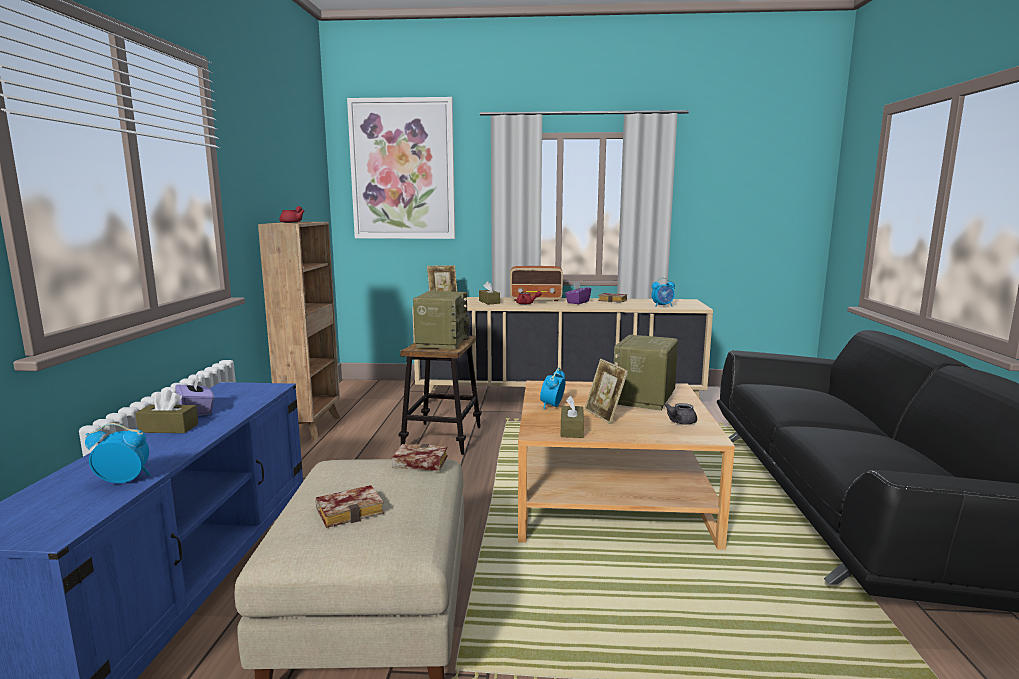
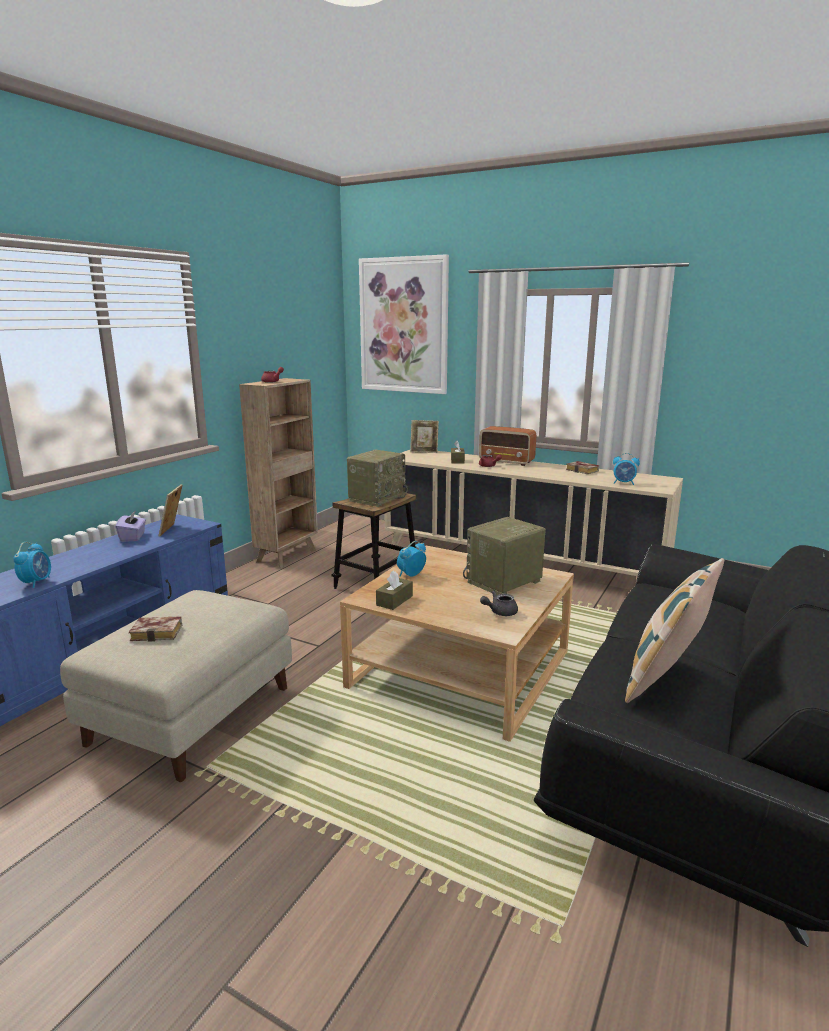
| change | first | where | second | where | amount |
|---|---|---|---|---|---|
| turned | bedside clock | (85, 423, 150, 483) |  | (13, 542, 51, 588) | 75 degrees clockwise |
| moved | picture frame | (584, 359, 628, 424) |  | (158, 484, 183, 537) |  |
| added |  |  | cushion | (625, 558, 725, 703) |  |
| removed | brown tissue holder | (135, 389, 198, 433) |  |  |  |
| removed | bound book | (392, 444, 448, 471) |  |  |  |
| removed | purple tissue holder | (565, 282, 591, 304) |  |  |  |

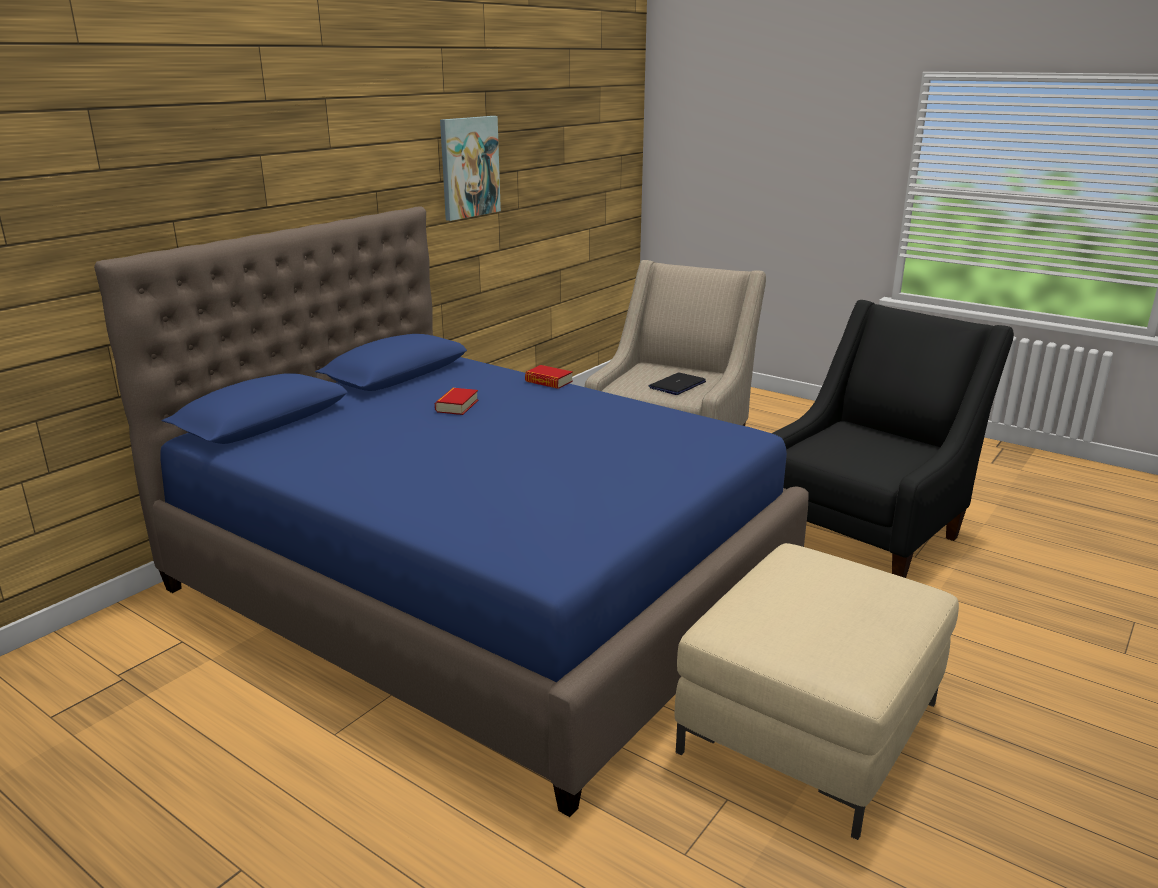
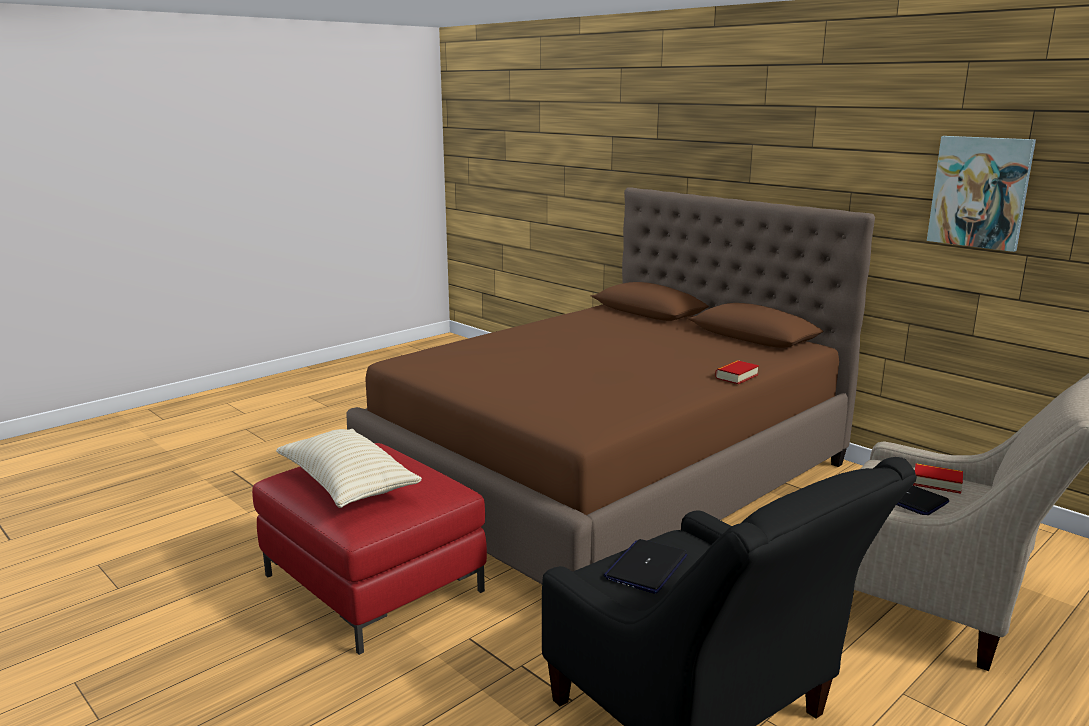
| change | first | where | second | where | amount |
|---|---|---|---|---|---|
| recoloured | beige-coloured footrest | (675, 543, 959, 840) | red footrest | (252, 443, 487, 655) |  |
| added |  |  | beige-coloured cushion | (276, 429, 422, 508) |  |
| recoloured | bluish bed | (94, 206, 809, 817) | brown bed | (346, 187, 875, 584) |  |
| added |  |  | portable computer | (604, 539, 688, 593) |  |
| moved | bound book | (435, 388, 478, 415) |  | (913, 463, 963, 494) |  |

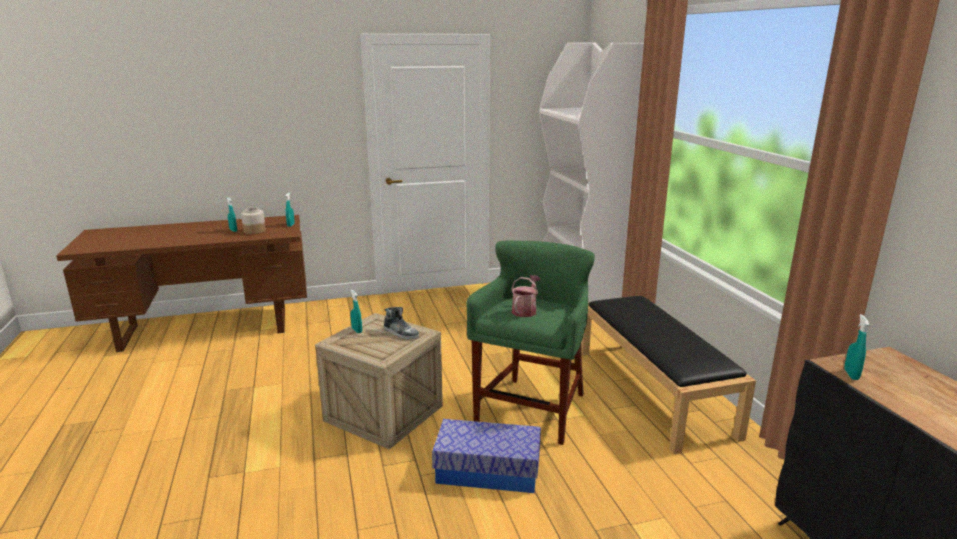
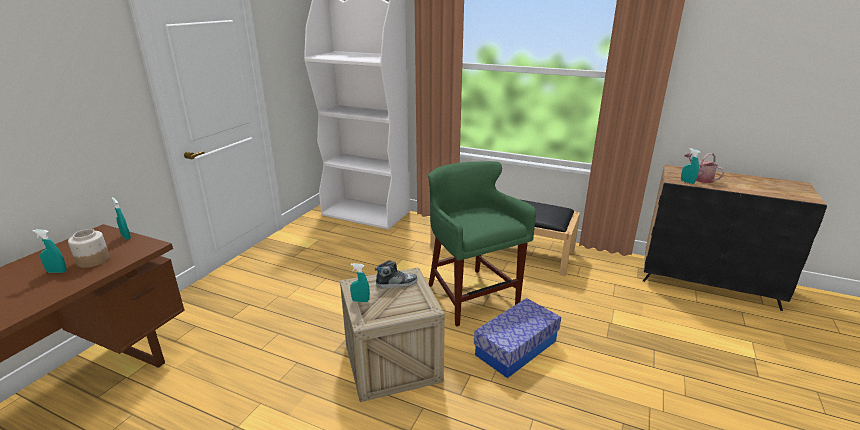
| change | first | where | second | where | amount |
|---|---|---|---|---|---|
| moved | watering can | (511, 275, 541, 317) |  | (685, 153, 724, 183) |  |

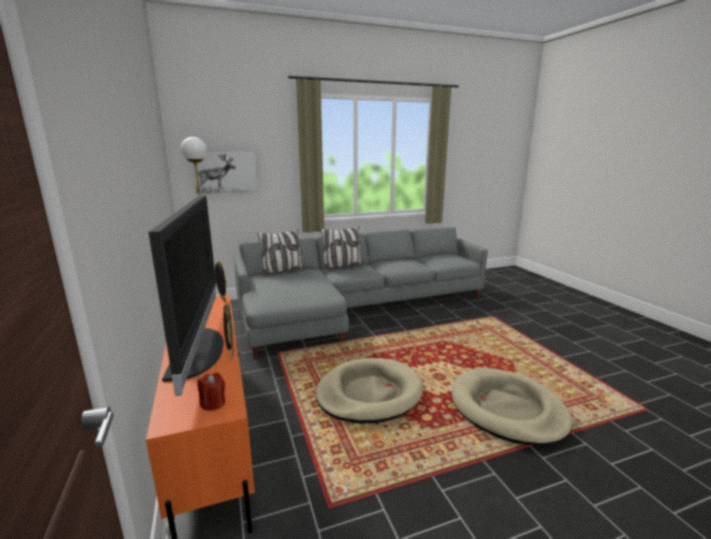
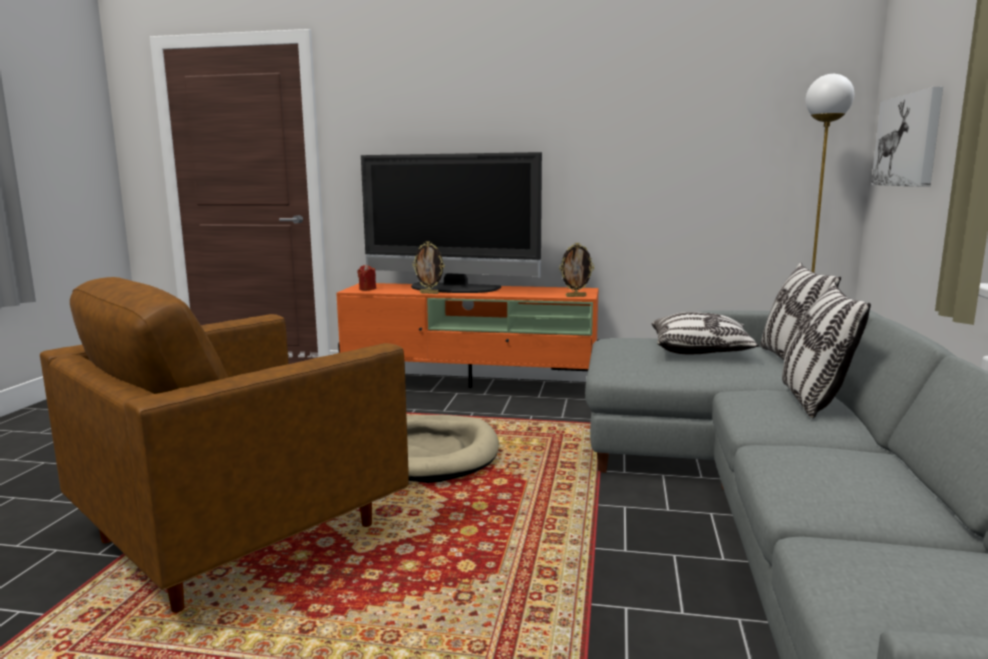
| change | first | where | second | where | amount |
|---|---|---|---|---|---|
| replaced | beige-coloured dog bed | (452, 368, 573, 446) | brown lounge chair | (40, 277, 409, 613) |  |
| added |  |  | cushion | (652, 312, 759, 354) |  |

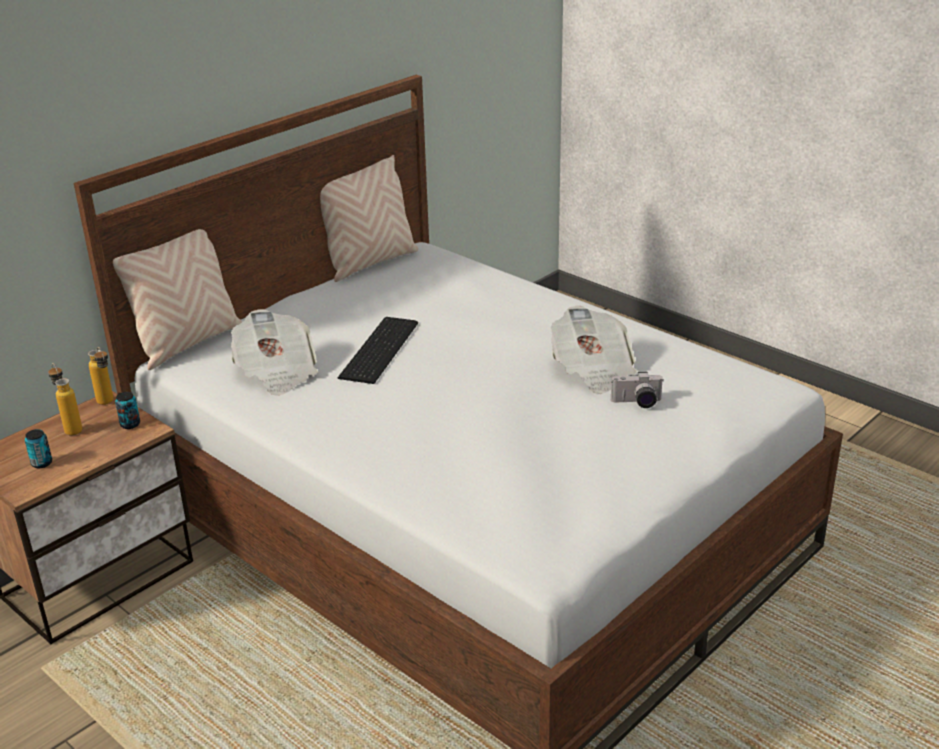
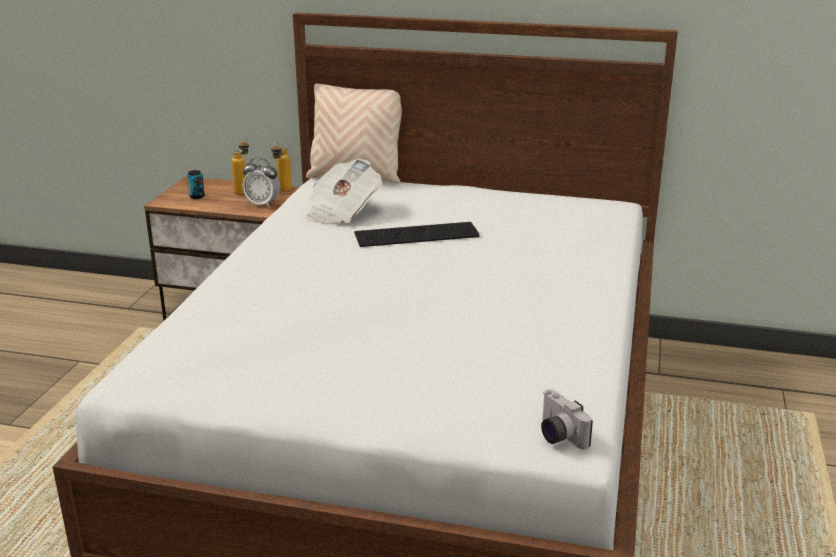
| change | first | where | second | where | amount |
|---|---|---|---|---|---|
| replaced | can | (115, 392, 140, 429) | bedside clock | (243, 158, 280, 207) |  |
| moved | photo camera | (611, 372, 664, 408) |  | (541, 389, 593, 449) |  |
| removed | beige-coloured cushion | (320, 155, 418, 282) |  |  |  |
| removed | daily paper | (551, 306, 637, 394) |  |  |  |

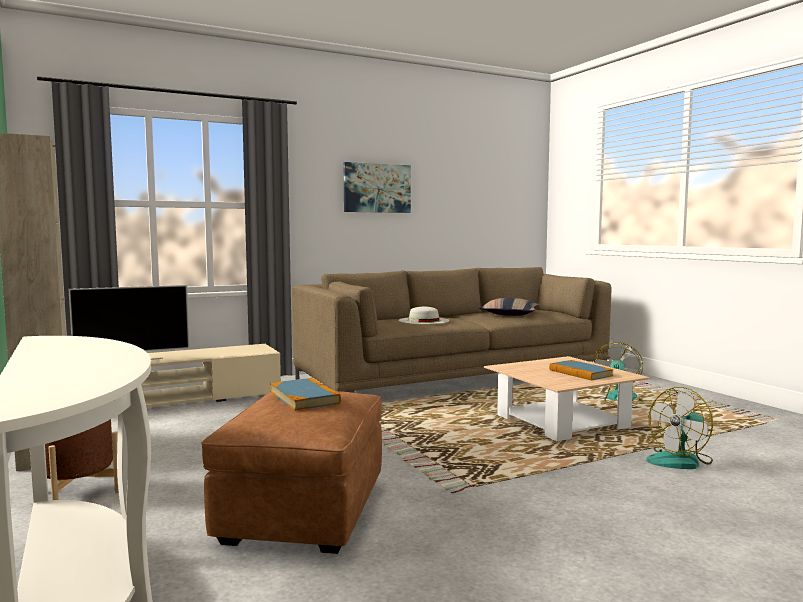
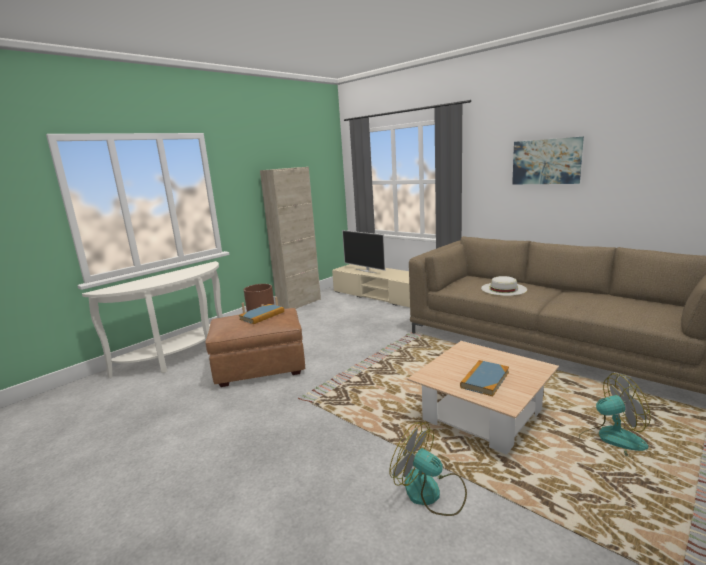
| change | first | where | second | where | amount |
|---|---|---|---|---|---|
| removed | cushion | (479, 298, 539, 316) |  |  |  |

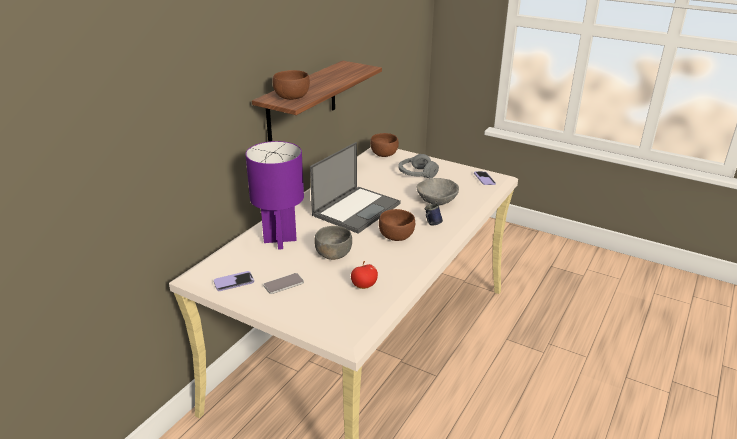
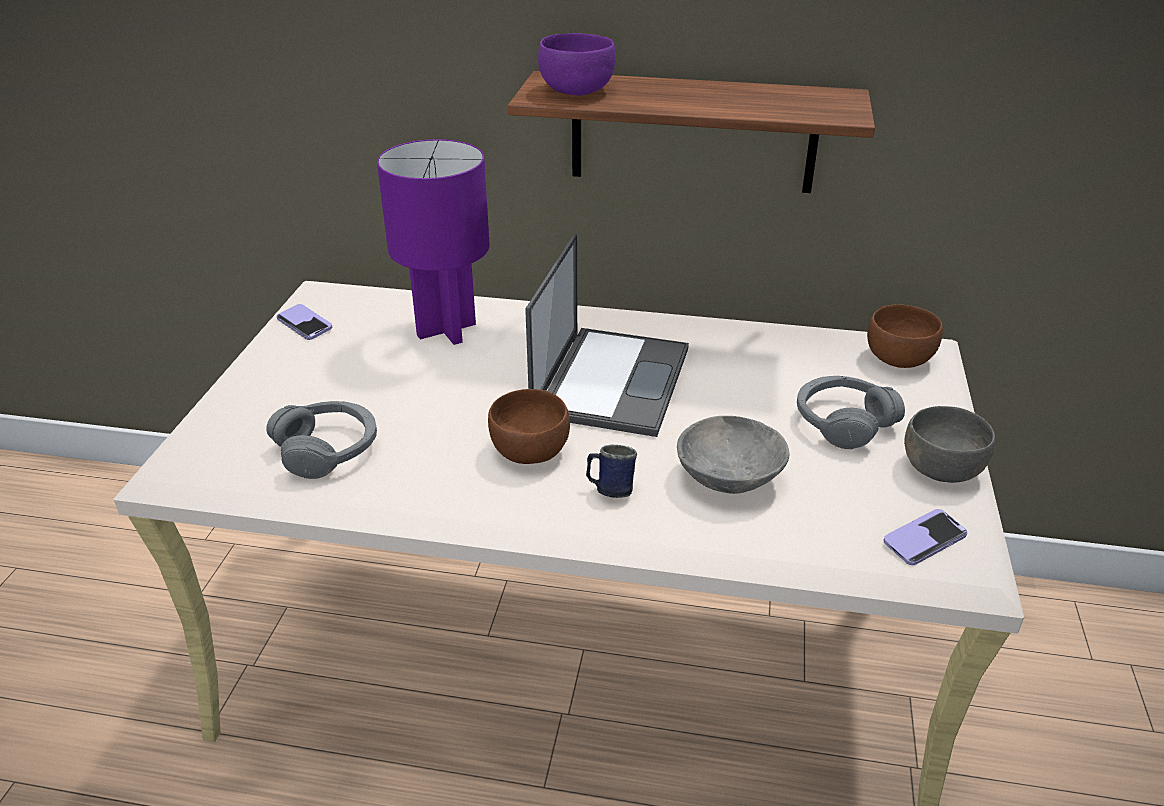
| change | first | where | second | where | amount |
|---|---|---|---|---|---|
| replaced | apple | (351, 261, 378, 289) | greyish headset | (266, 401, 377, 479) |  |
| turned | portable computer | (310, 142, 401, 233) |  | (525, 233, 689, 437) | 90 degrees counterclockwise |
| recoloured | brown deep dish | (272, 70, 310, 100) | purple deep dish | (538, 33, 616, 96) |  |
| moved | greyish deep dish | (314, 226, 352, 260) |  | (904, 406, 995, 483) |  |
| removed | telephone | (263, 273, 304, 294) |  |  |  |

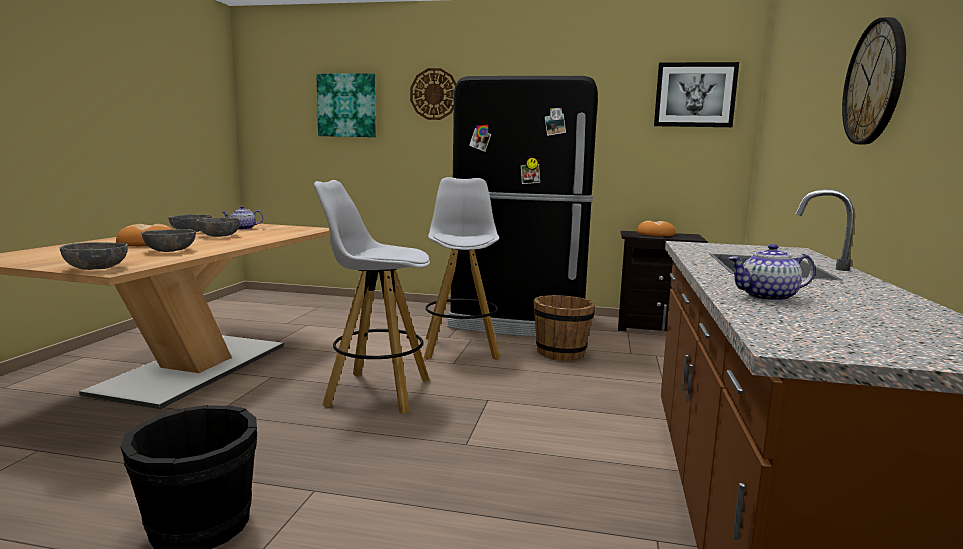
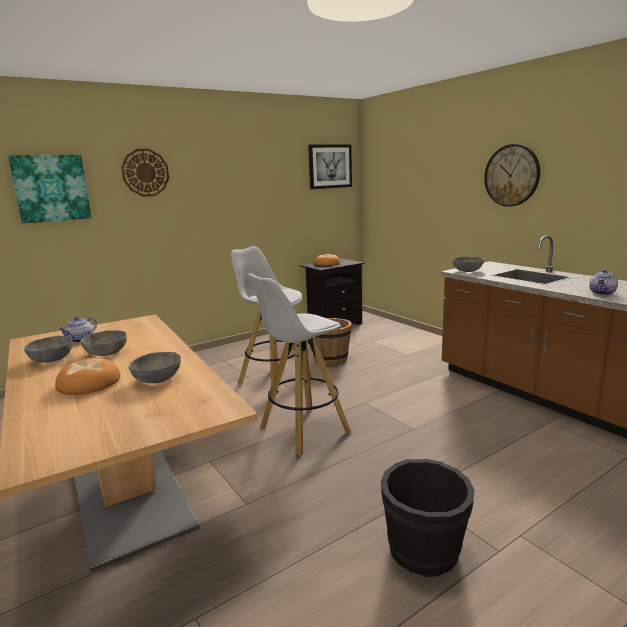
| change | first | where | second | where | amount |
|---|---|---|---|---|---|
| moved | greyish deep dish | (60, 242, 128, 270) |  | (452, 256, 484, 272) |  |
| removed | black refrigerator | (447, 76, 598, 337) |  |  |  |

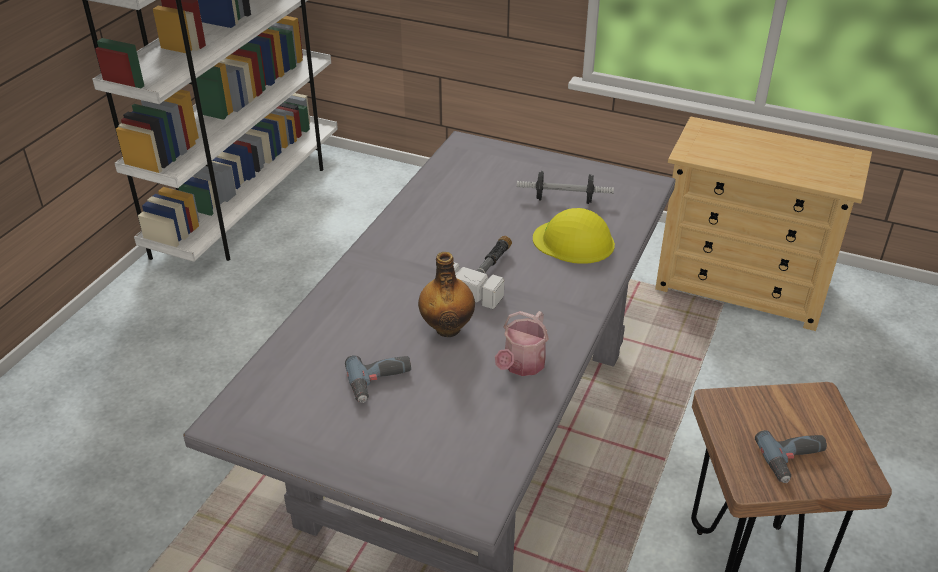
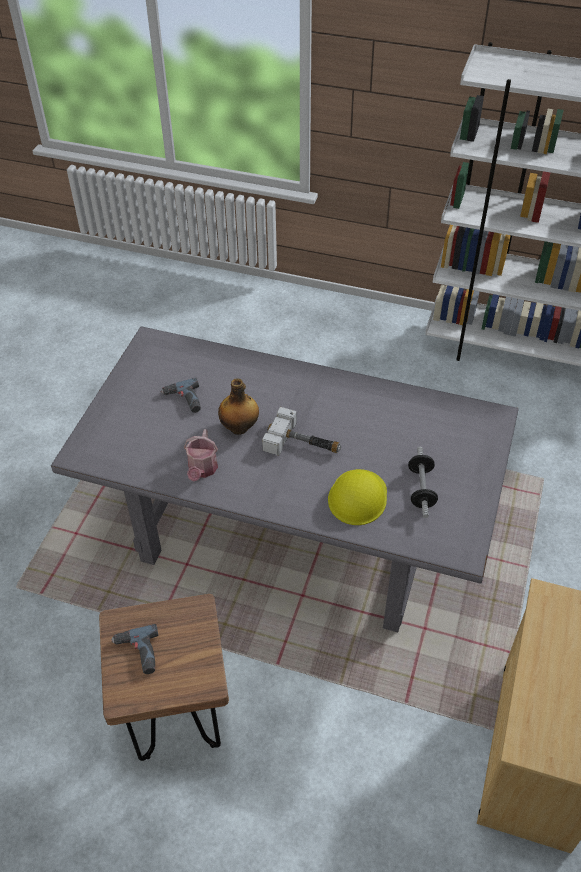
| change | first | where | second | where | amount |
|---|---|---|---|---|---|
| turned | watering can | (495, 311, 549, 376) |  | (184, 429, 218, 482) | 105 degrees counterclockwise |

